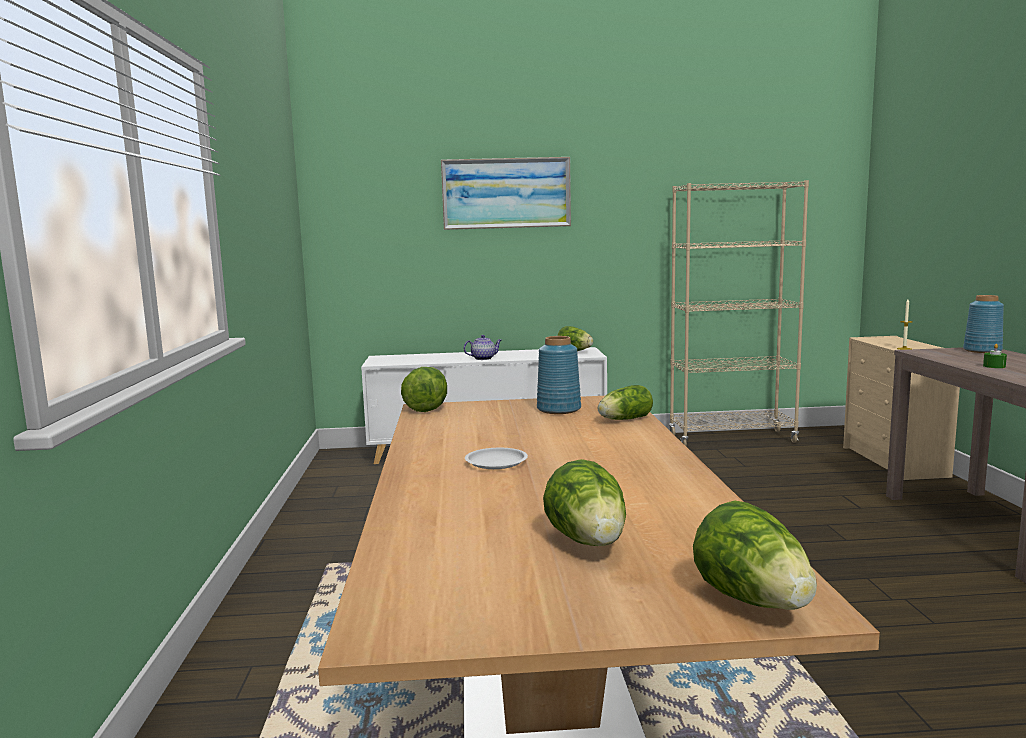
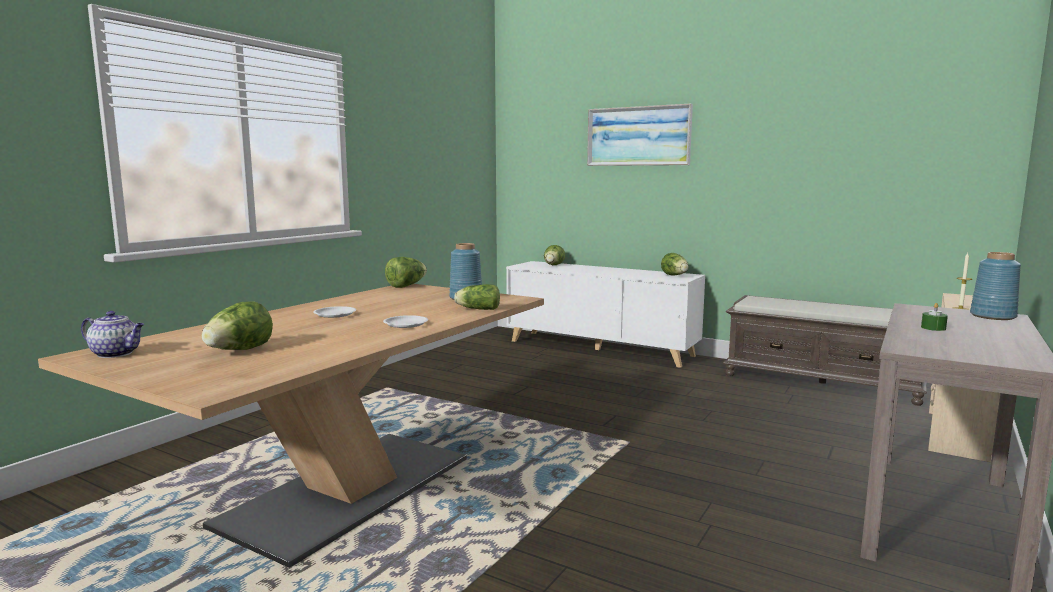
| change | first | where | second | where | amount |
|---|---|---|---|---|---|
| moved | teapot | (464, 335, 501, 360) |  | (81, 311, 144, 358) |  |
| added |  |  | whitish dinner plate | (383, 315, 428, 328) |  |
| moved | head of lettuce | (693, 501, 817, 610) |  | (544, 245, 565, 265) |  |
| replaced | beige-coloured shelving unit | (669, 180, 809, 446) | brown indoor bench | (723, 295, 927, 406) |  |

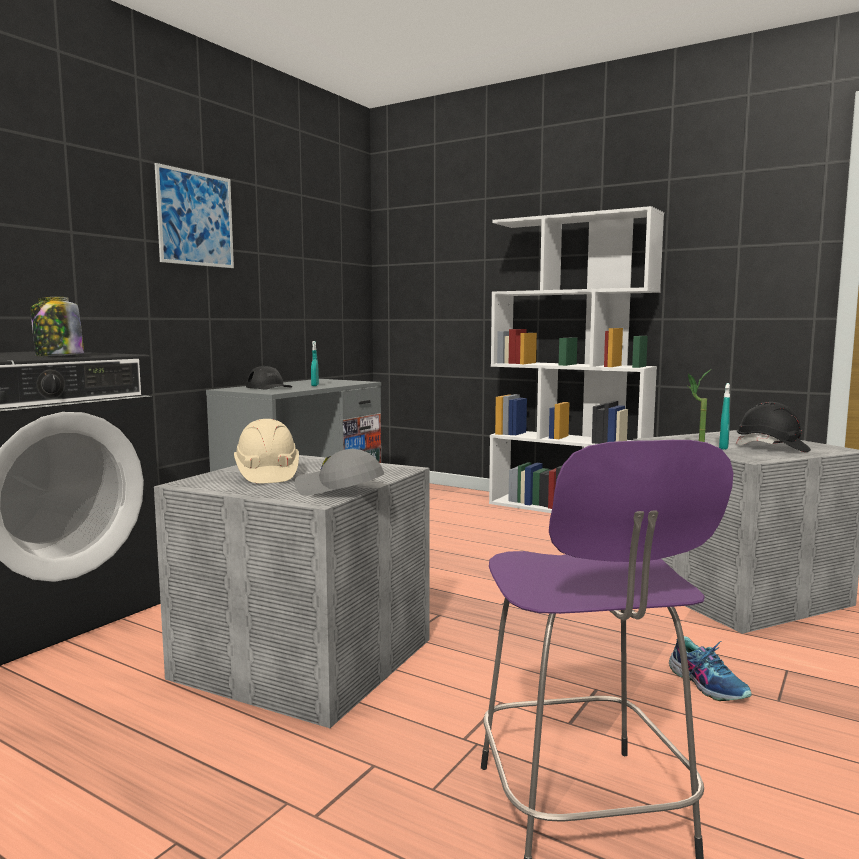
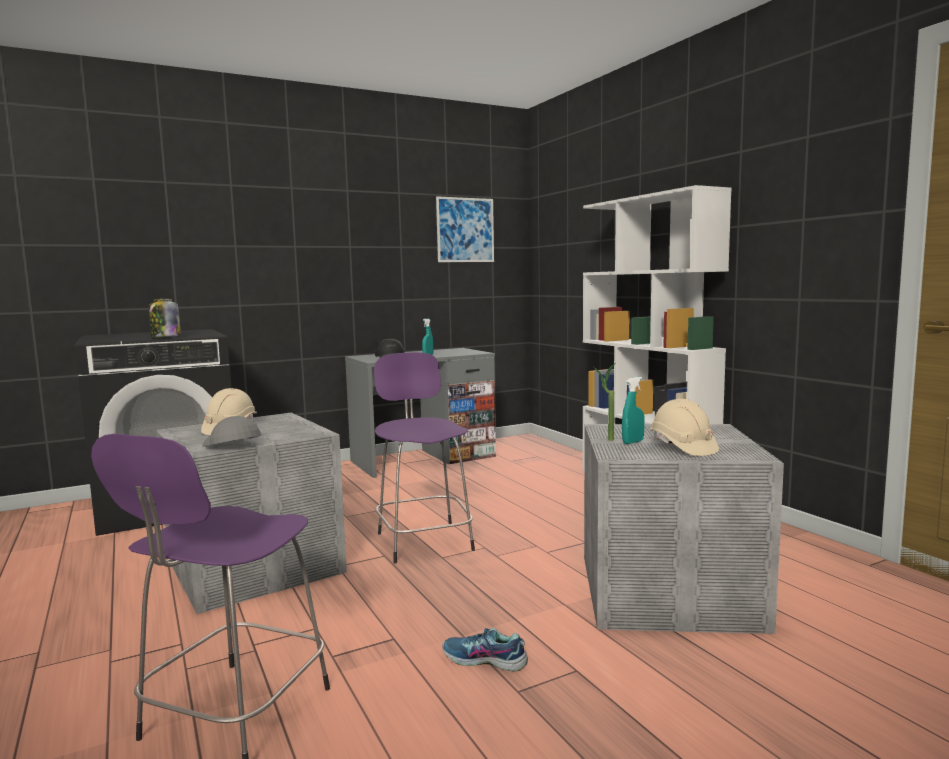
| change | first | where | second | where | amount |
|---|---|---|---|---|---|
| added |  |  | purple sitting stool | (374, 352, 475, 563) |  |
| moved | wall picture | (155, 163, 234, 268) |  | (436, 196, 494, 262) |  |
| turned | low shoe | (669, 636, 752, 701) |  | (442, 628, 528, 672) | 105 degrees clockwise |
| recoloured | black safety helmet | (736, 402, 811, 452) | beige-coloured safety helmet | (650, 399, 719, 456) |  |

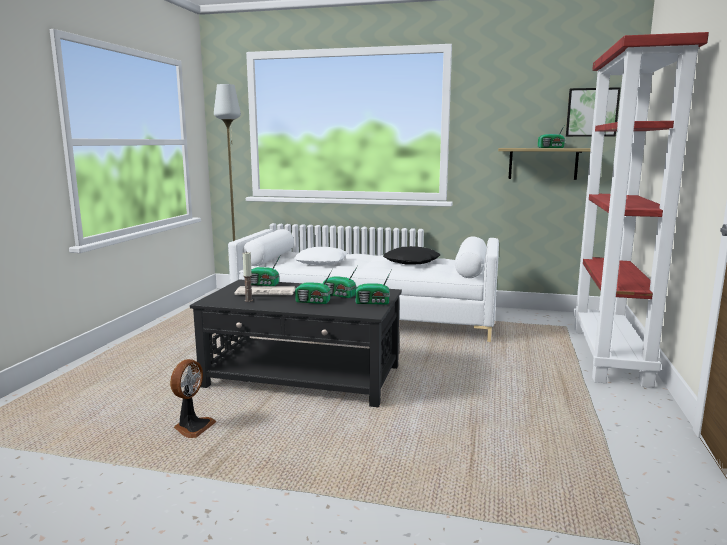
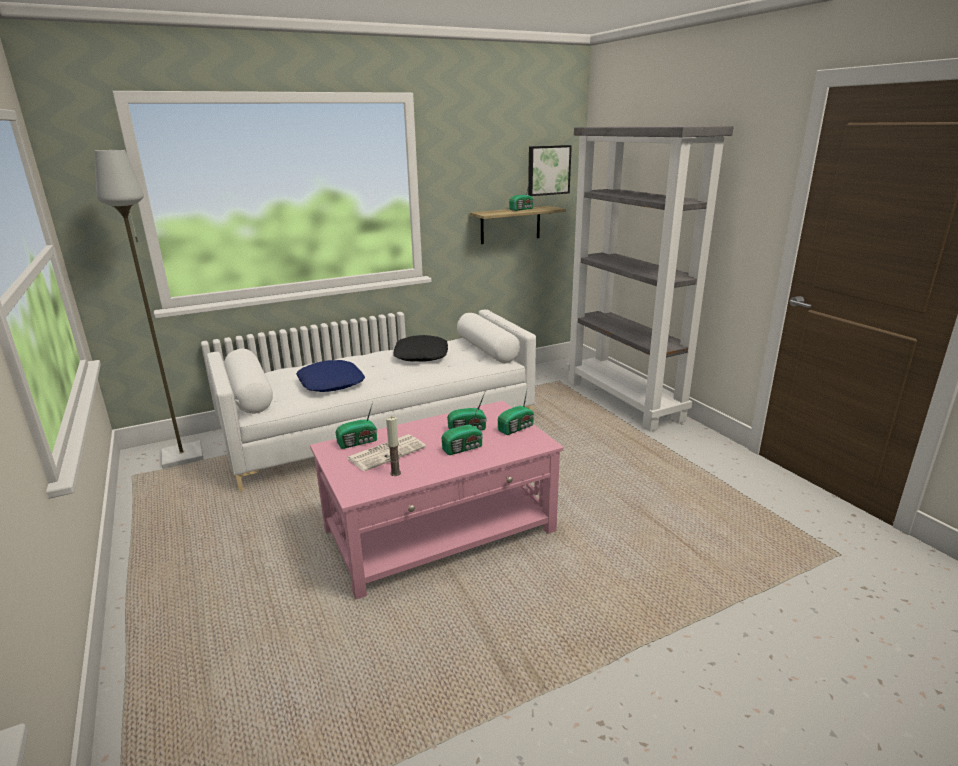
| change | first | where | second | where | amount |
|---|---|---|---|---|---|
| recoloured | whitish cushion | (294, 247, 347, 265) | bluish cushion | (296, 360, 365, 392) |  |
| recoloured | black lounge table | (190, 279, 402, 407) | pinkish lounge table | (310, 401, 564, 599) |  |
| recoloured | red shelving unit | (573, 32, 709, 388) | greyish shelving unit | (566, 126, 734, 432) |  |
| removed | cooling fan | (170, 359, 216, 438) |  |  |  |

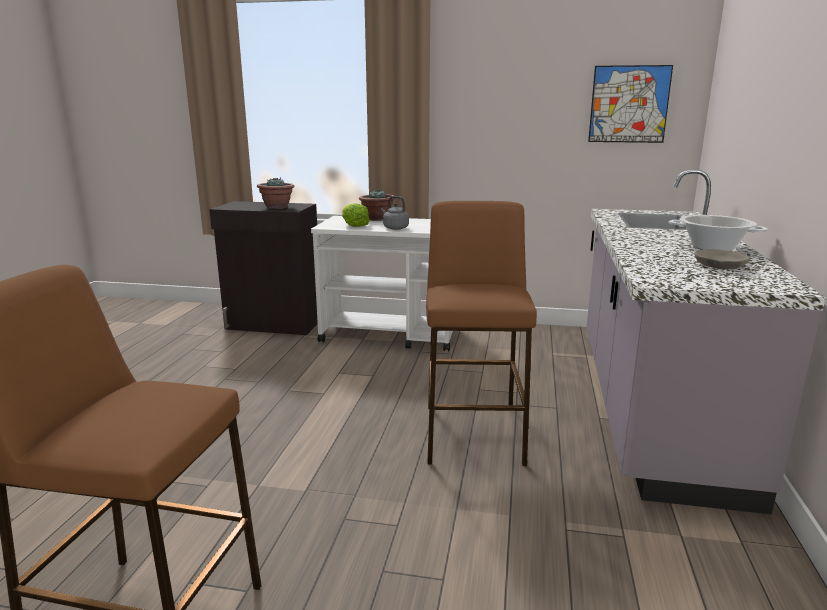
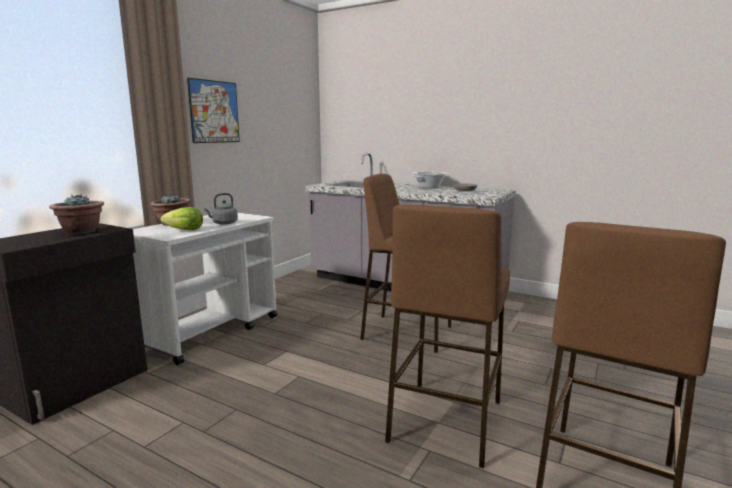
| change | first | where | second | where | amount |
|---|---|---|---|---|---|
| moved | wall picture | (588, 65, 673, 143) |  | (187, 78, 240, 143) |  |
| added |  |  | brown sitting stool | (385, 205, 510, 468) |  |

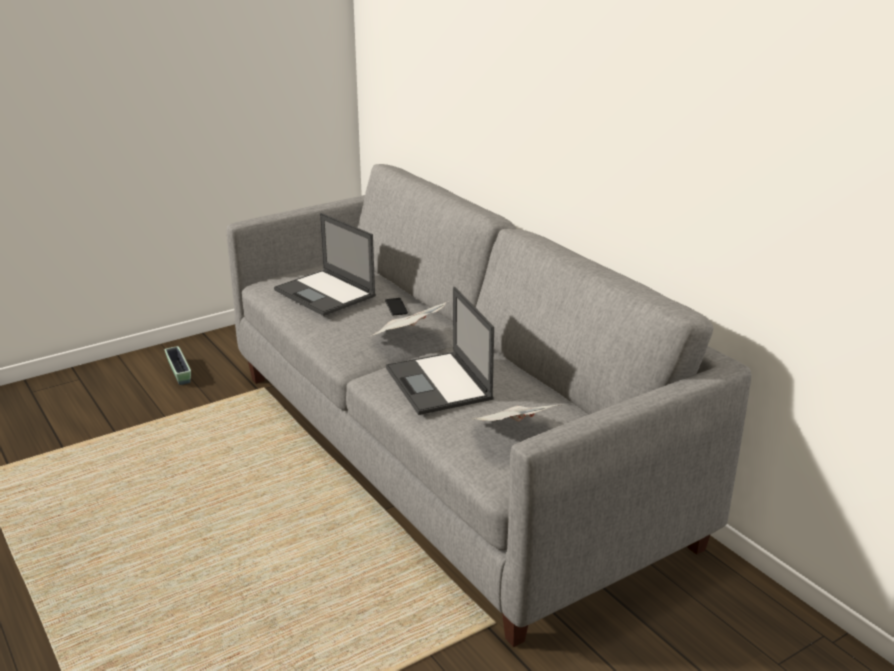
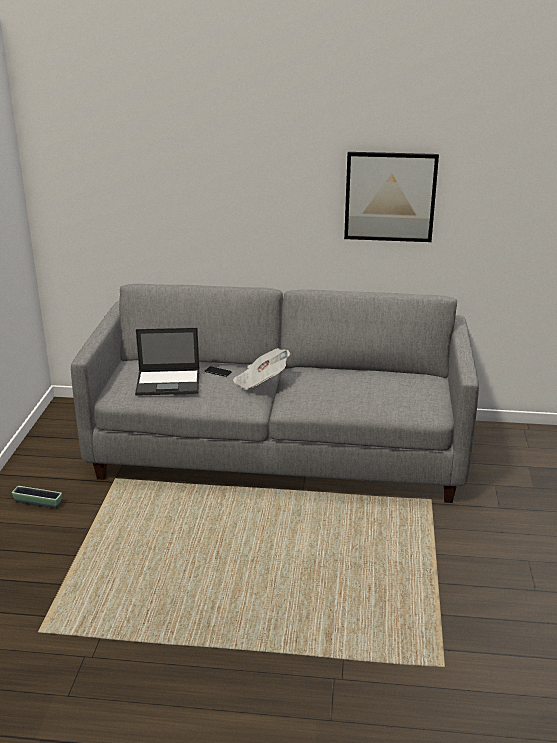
| change | first | where | second | where | amount |
|---|---|---|---|---|---|
| added |  |  | wall picture | (344, 152, 439, 242) |  |
| removed | portable computer | (386, 287, 494, 415) |  |  |  |
| removed | daily paper | (471, 405, 560, 421) |  |  |  |

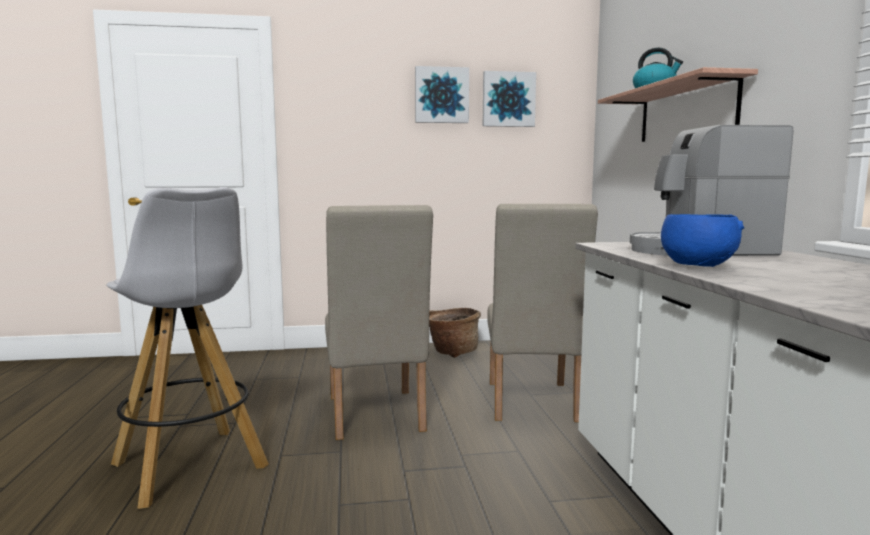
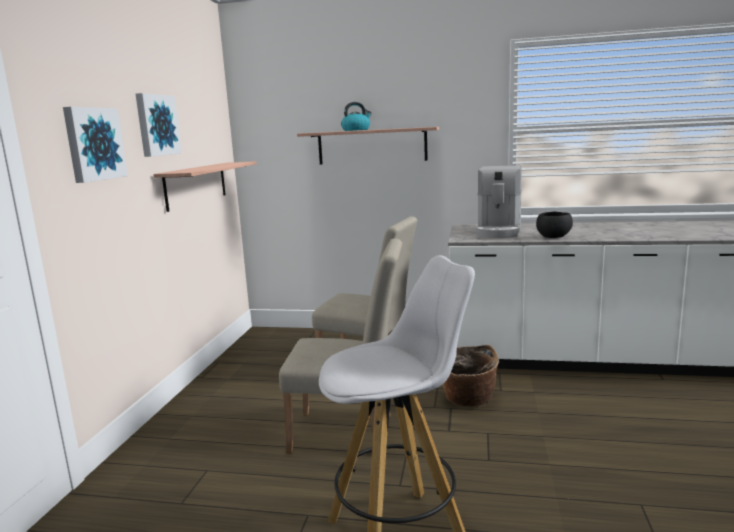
| change | first | where | second | where | amount |
|---|---|---|---|---|---|
| moved | wall picture | (483, 71, 536, 127) |  | (63, 107, 128, 183) |  |
| added |  |  | shelf | (153, 161, 257, 212) |  |
| moved | household basket | (429, 308, 481, 358) |  | (443, 345, 499, 406) |  |
| recoloured | bluish deep dish | (661, 214, 744, 267) | black deep dish | (536, 212, 573, 238) |  |

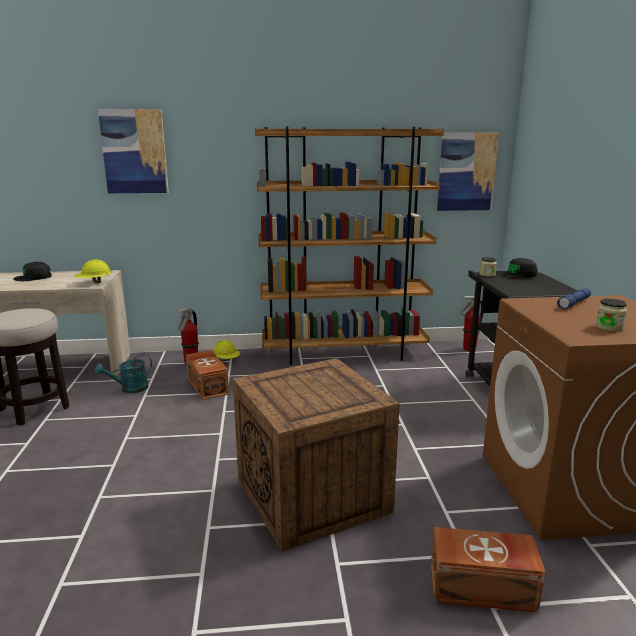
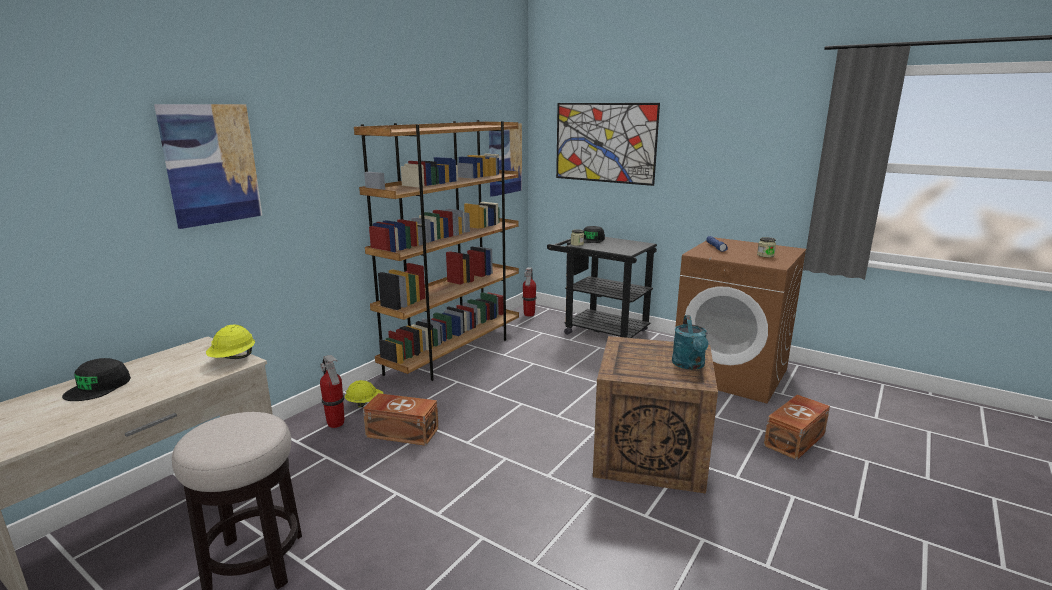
| change | first | where | second | where | amount |
|---|---|---|---|---|---|
| added |  |  | wall picture | (556, 103, 660, 186) |  |
| moved | turquoise watering can | (95, 354, 152, 393) |  | (672, 315, 709, 370) |  |

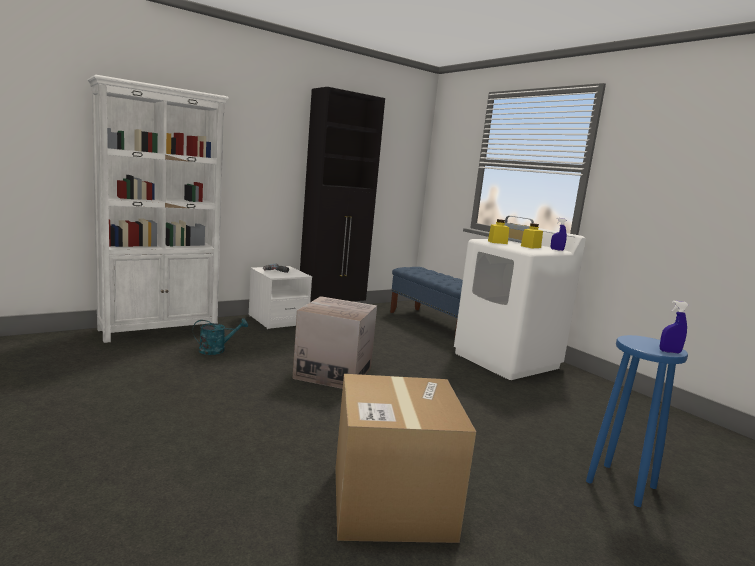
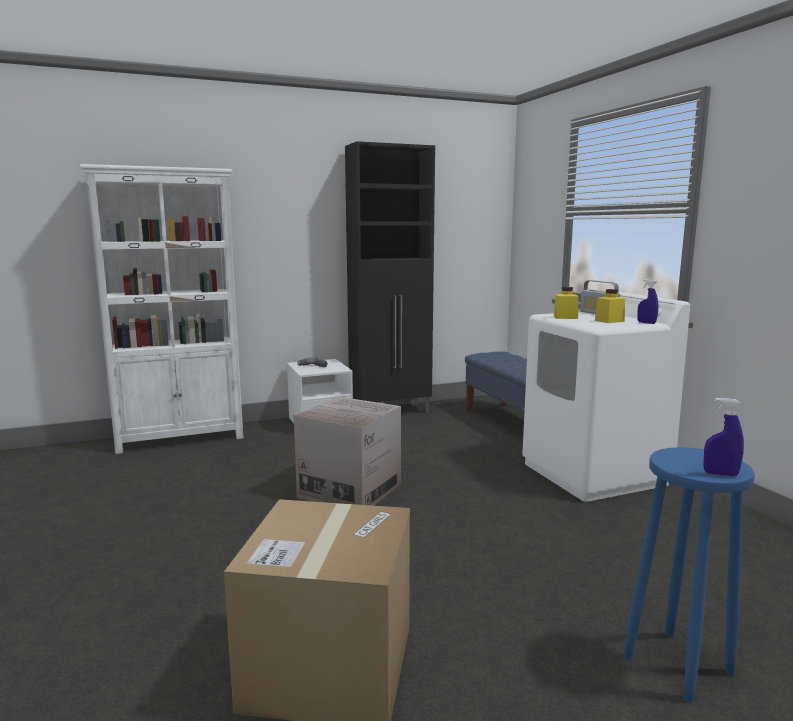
| change | first | where | second | where | amount |
|---|---|---|---|---|---|
| removed | turquoise watering can | (193, 318, 248, 355) |  |  |  |

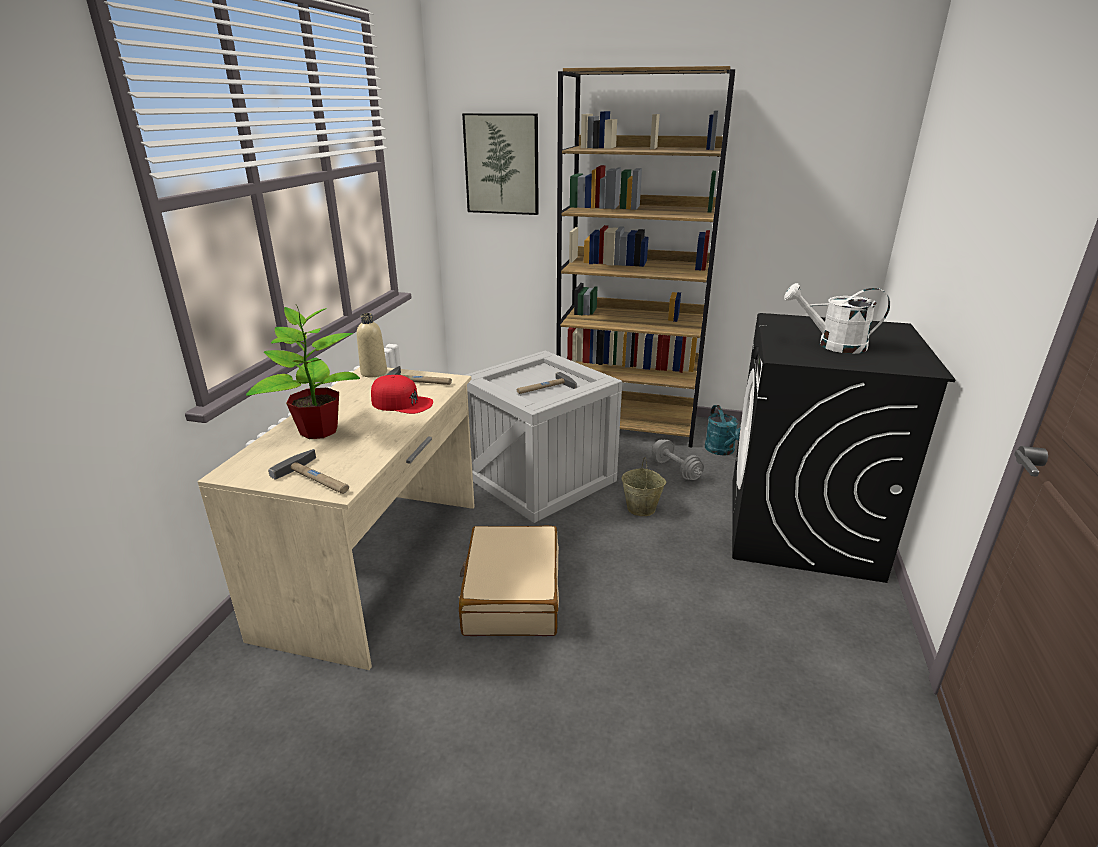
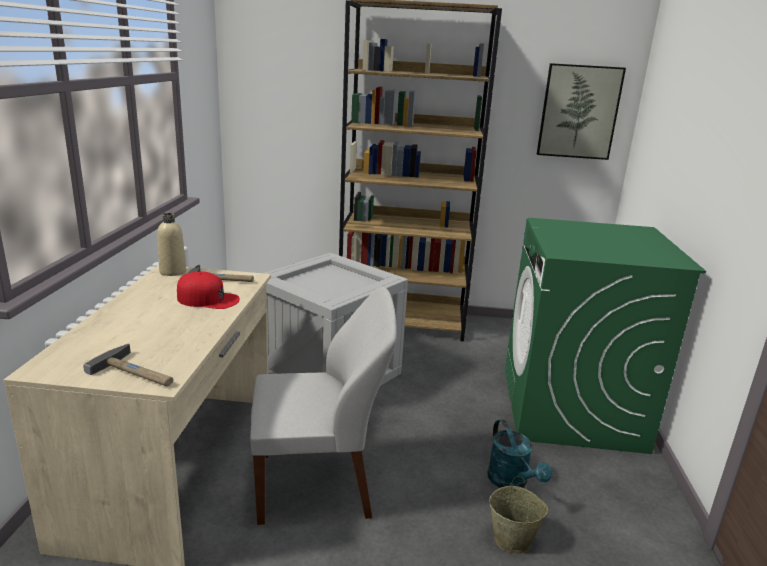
| change | first | where | second | where | amount |
|---|---|---|---|---|---|
| replaced | beige-coloured suitcase | (459, 525, 559, 636) | whitish upright chair | (250, 287, 397, 525) |  |
| moved | turquoise watering can | (705, 405, 741, 455) |  | (487, 419, 552, 488) |  |
| moved | beige-coloured bucket | (621, 457, 666, 516) |  | (489, 476, 548, 554) |  |
| recoloured | black laundry machine | (732, 313, 956, 583) | greenish laundry machine | (505, 218, 706, 454) |  |
| moved | wall picture | (462, 113, 539, 215) |  | (537, 63, 626, 160) |  |
| removed | houseplant | (246, 306, 360, 439) |  |  |  |
| removed | hand hammer | (517, 372, 577, 394) |  |  |  |
| removed | greyish free weight | (652, 440, 704, 480) |  |  |  |
| removed | whitish watering can | (784, 283, 890, 354) |  |  |  |

